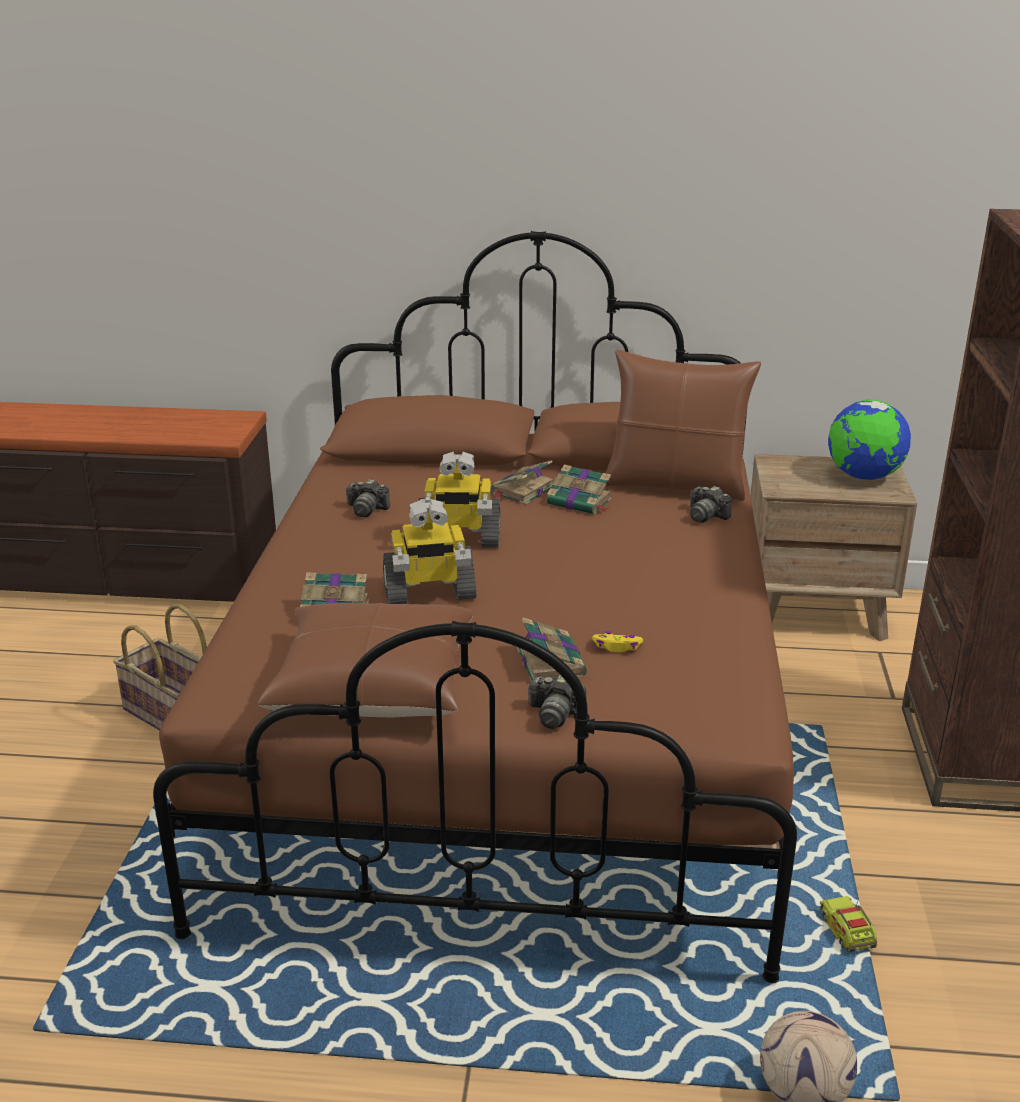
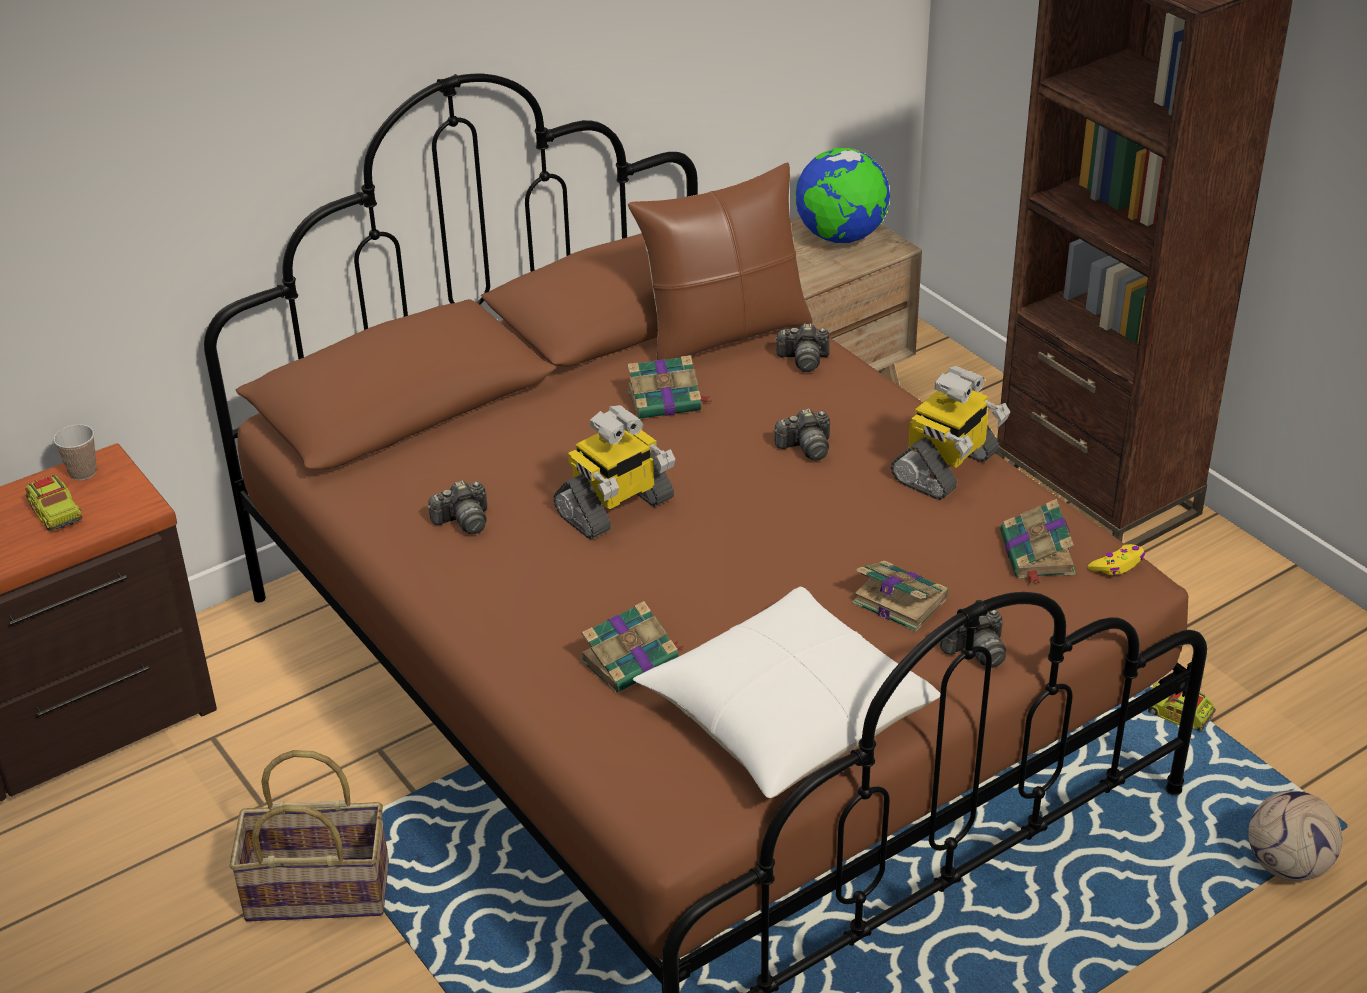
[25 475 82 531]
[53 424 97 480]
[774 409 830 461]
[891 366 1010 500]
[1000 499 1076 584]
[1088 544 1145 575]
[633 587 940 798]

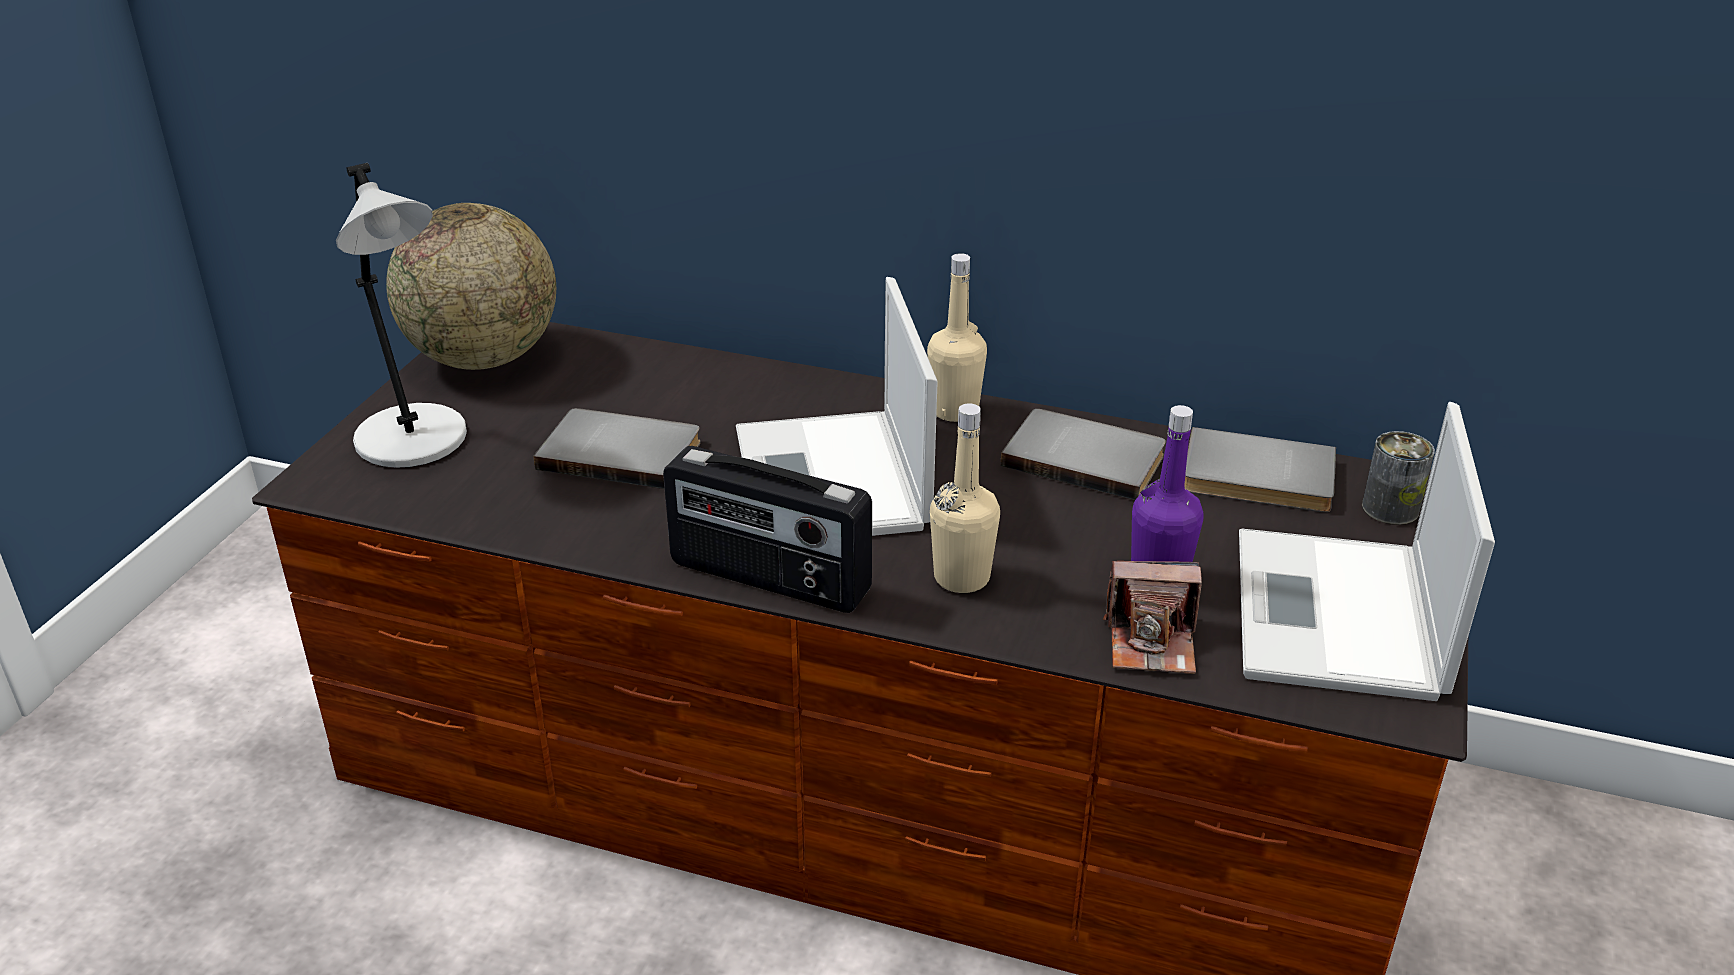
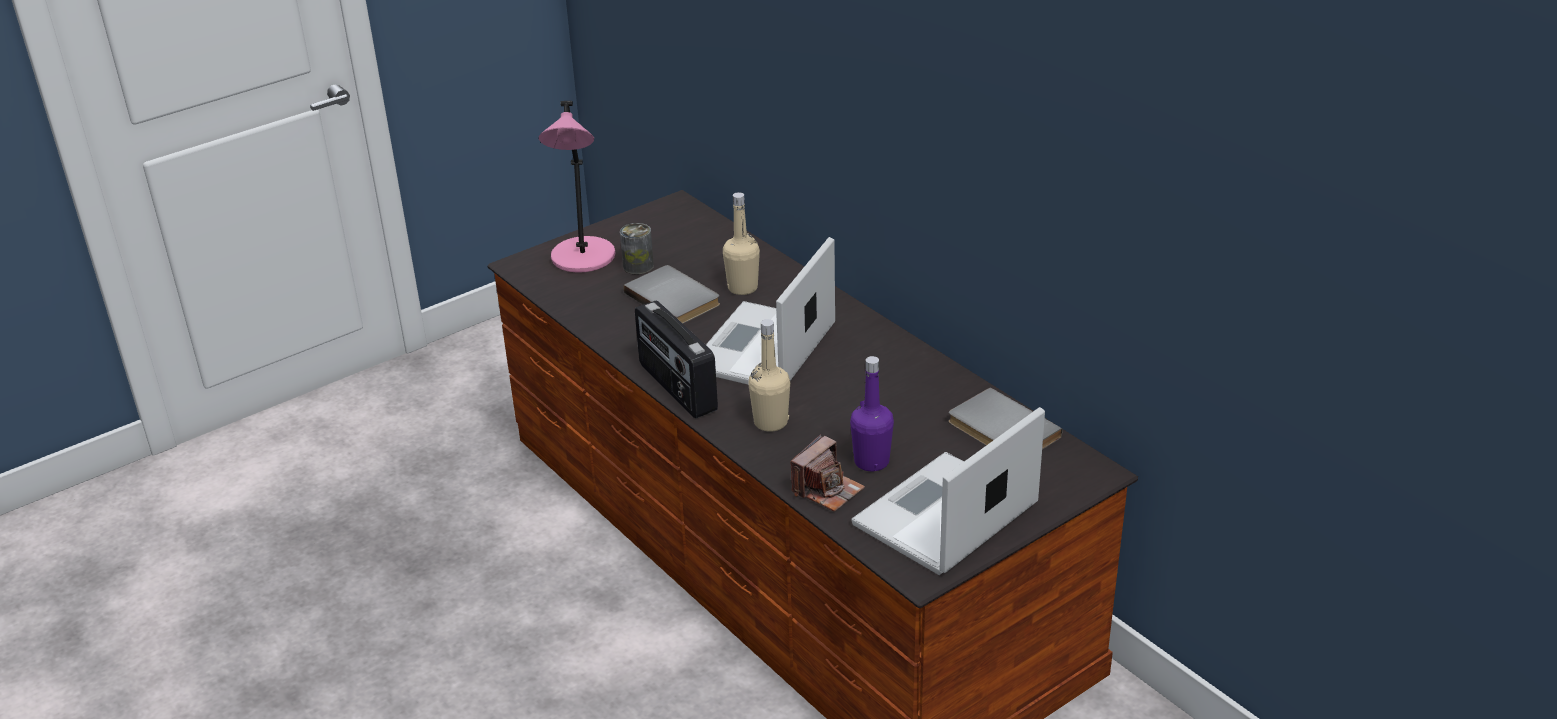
[386 203 556 370] (first image)
[1001 409 1166 500] (first image)
[723 192 760 295]
[620 223 654 275]
[539 101 615 273]
[791 435 865 512]

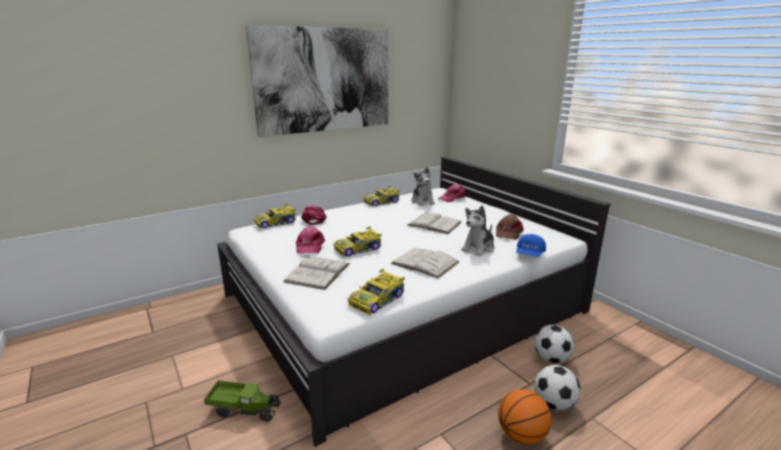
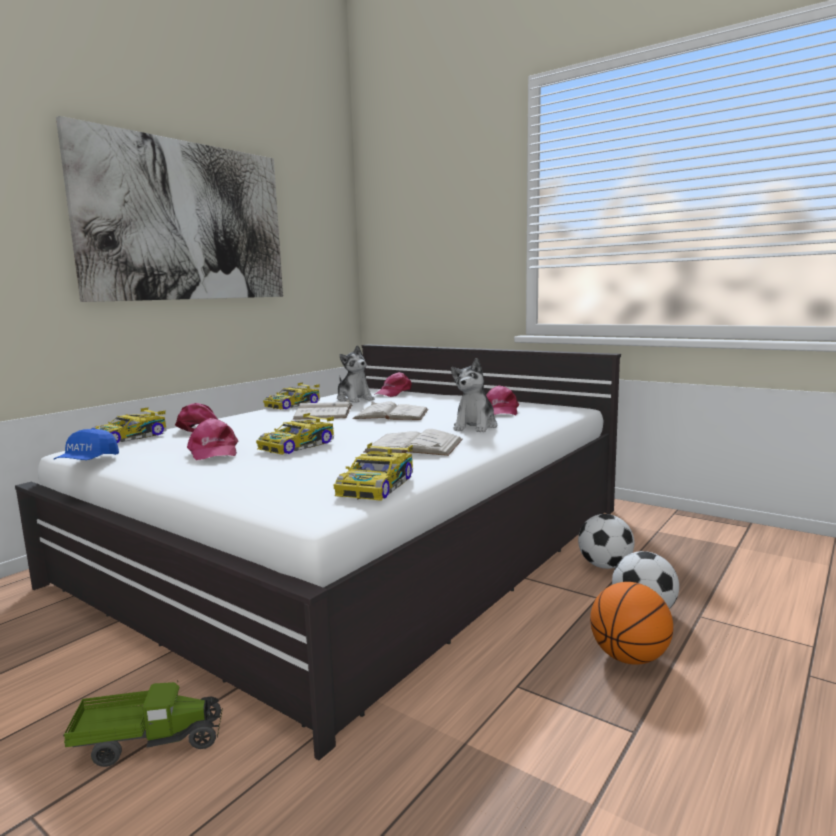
[293 399 352 420]
[54 428 119 460]
[486 385 519 415]

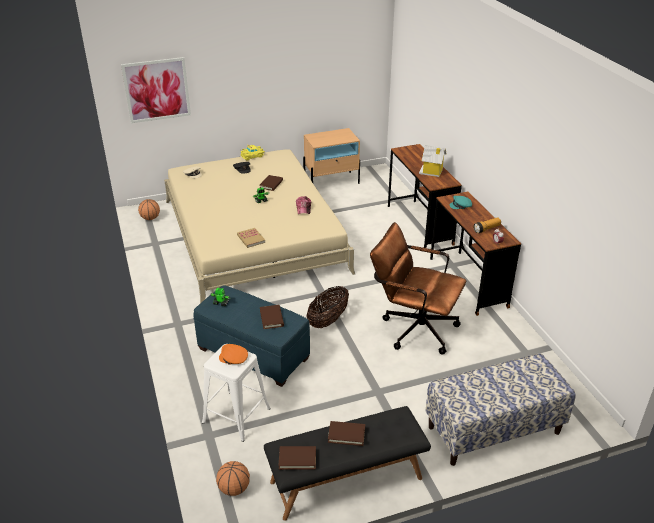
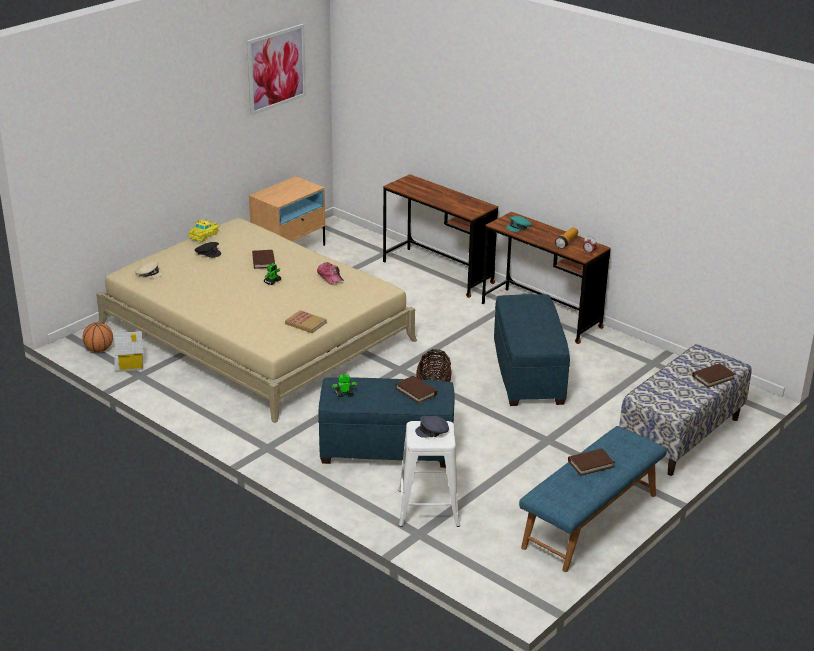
[216 461 250 496] (first image)
[247 24 306 115]
[692 363 735 388]
[114 331 144 372]
[494 294 570 406]
[415 416 449 438]
[519 426 667 572]

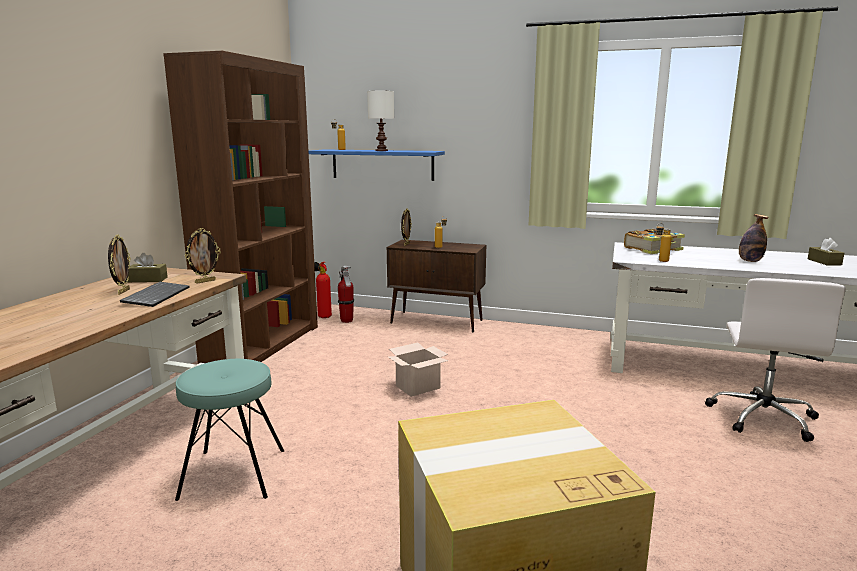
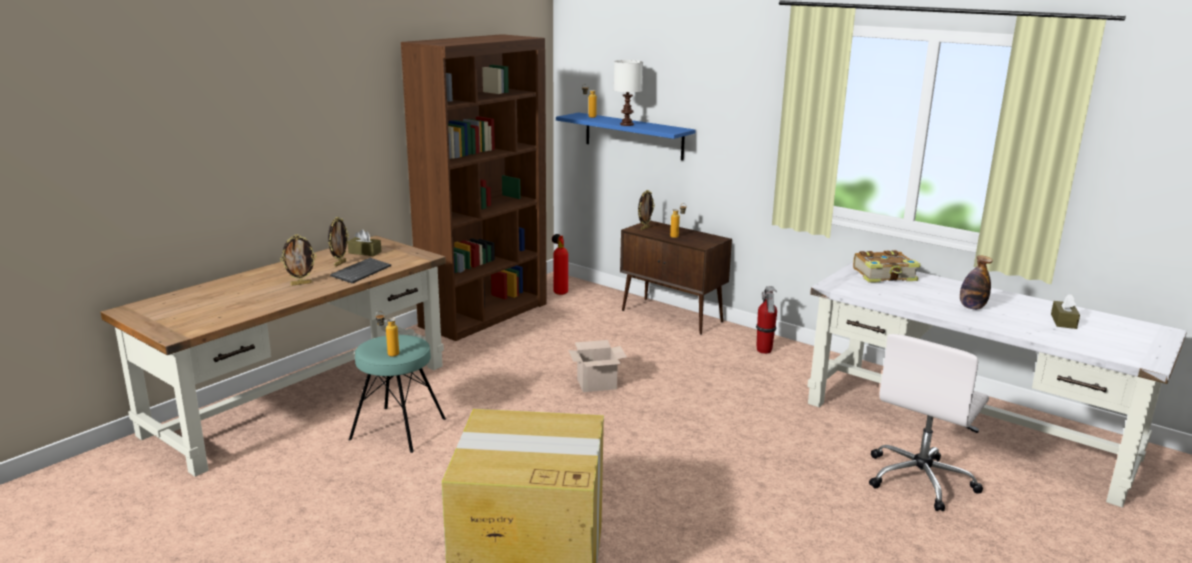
[280 235 317 285]
[756 286 777 354]
[375 312 399 357]

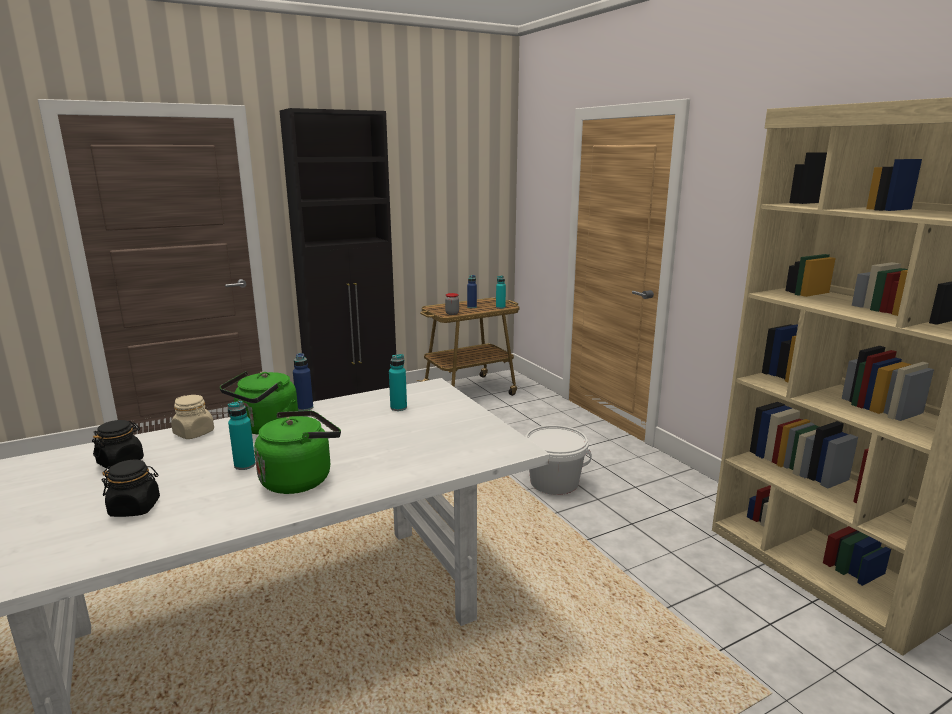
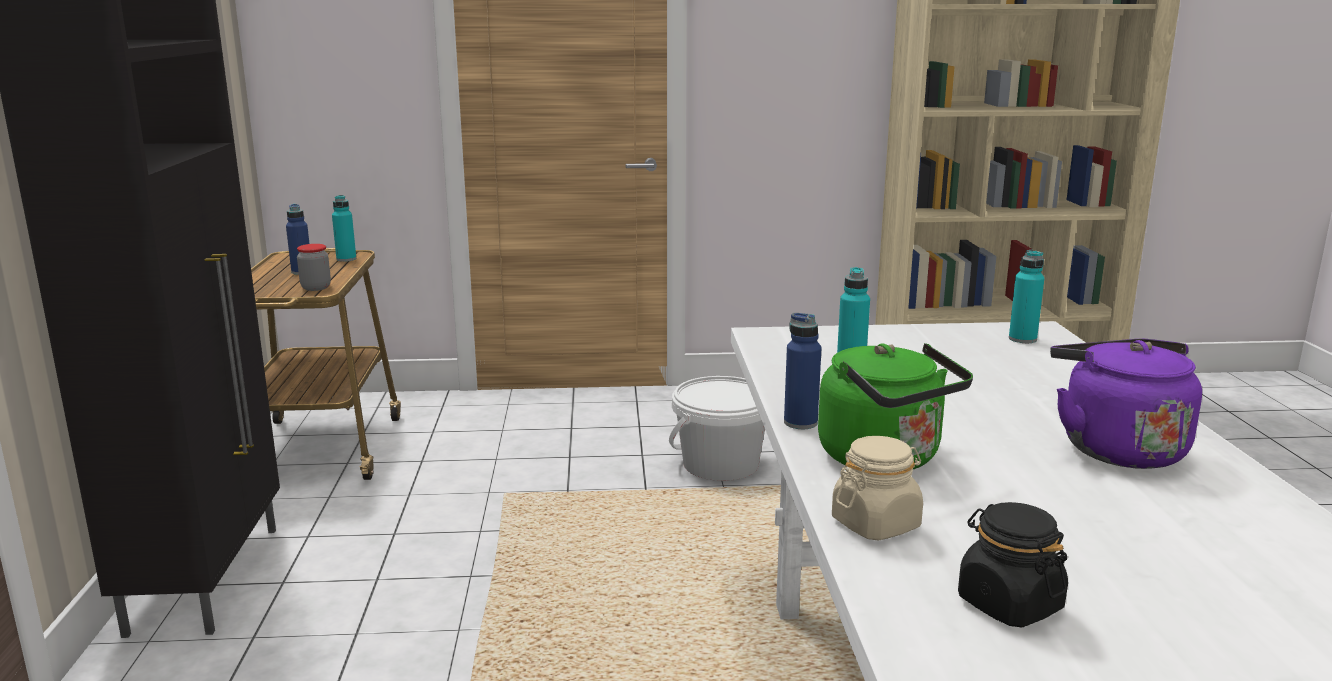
[102 459 160 517] (first image)
[1009 250 1044 343]
[1050 339 1202 469]

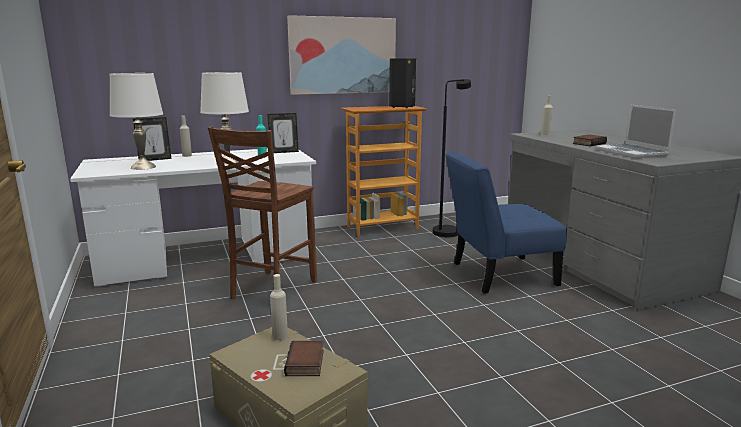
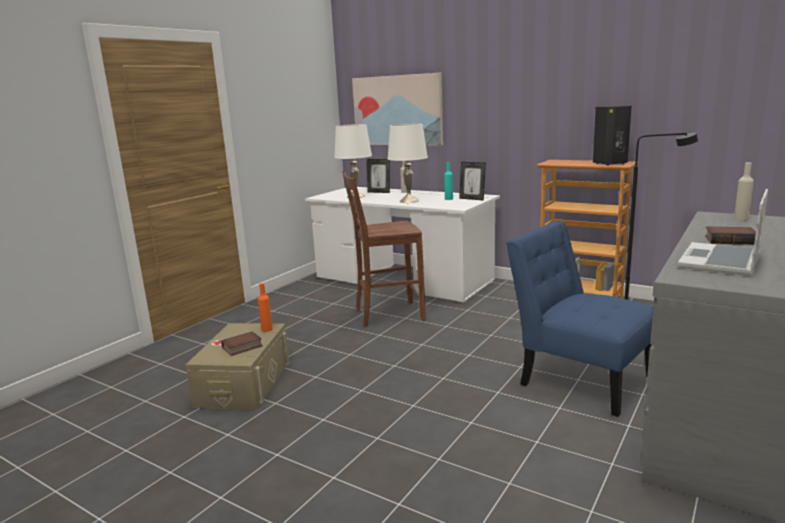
[352 73 443 146]
[258 283 273 332]

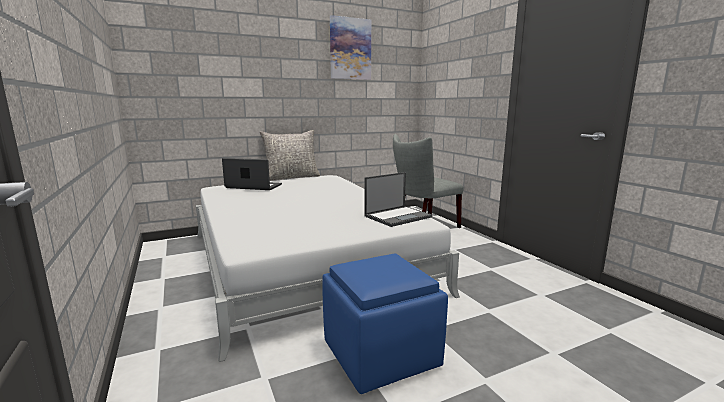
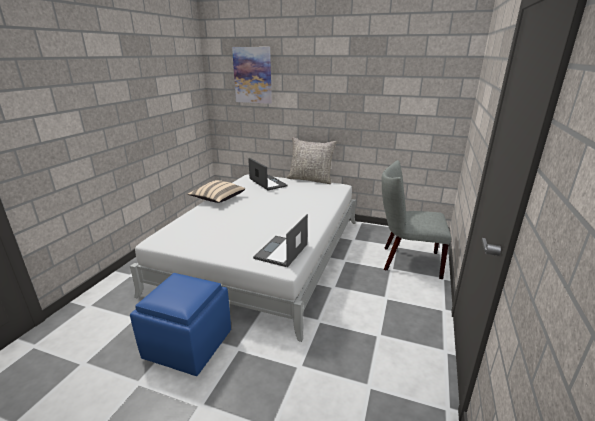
[188 180 245 203]
[232 47 272 104]
[253 214 308 267]

